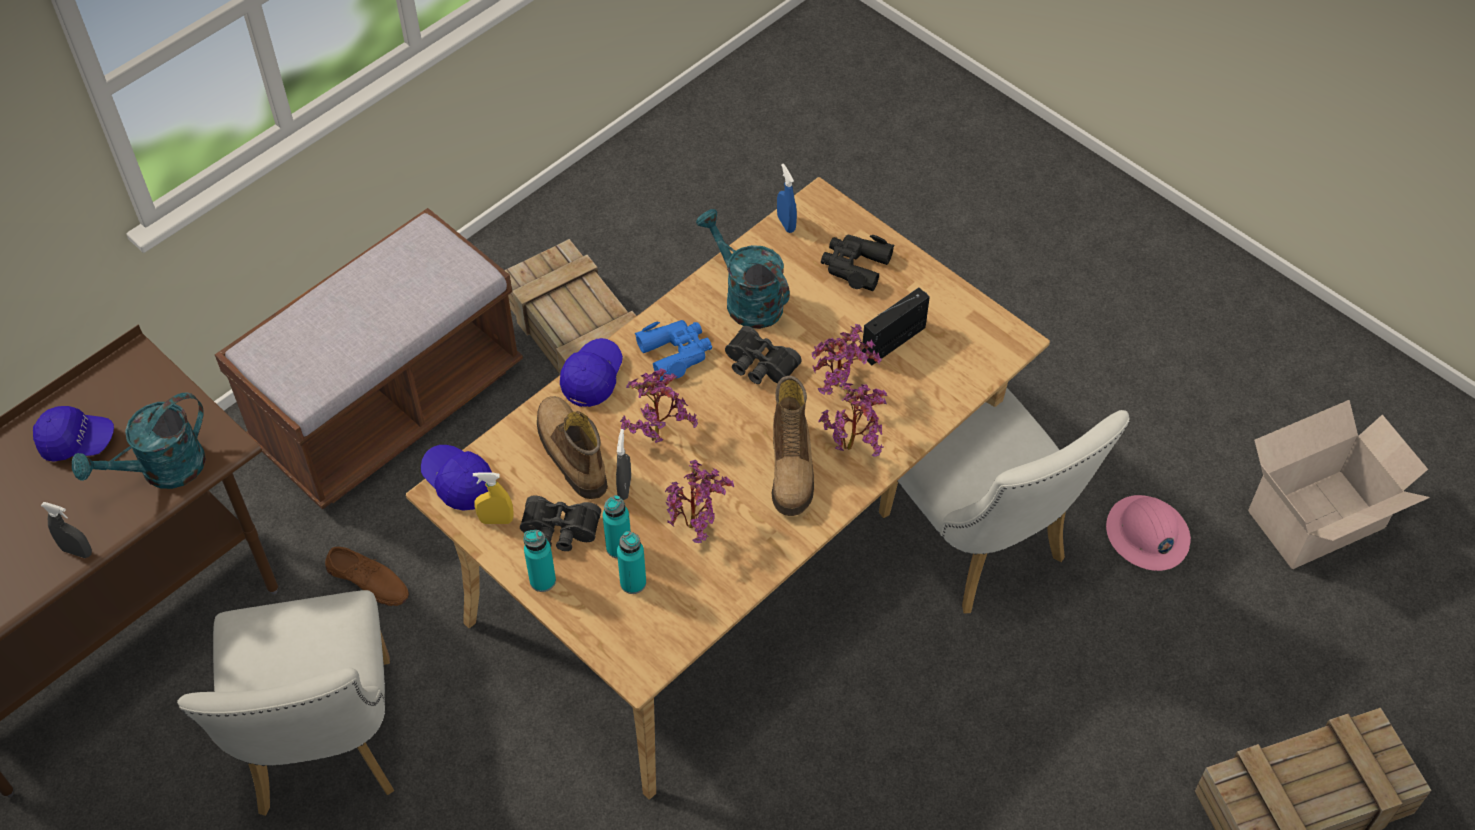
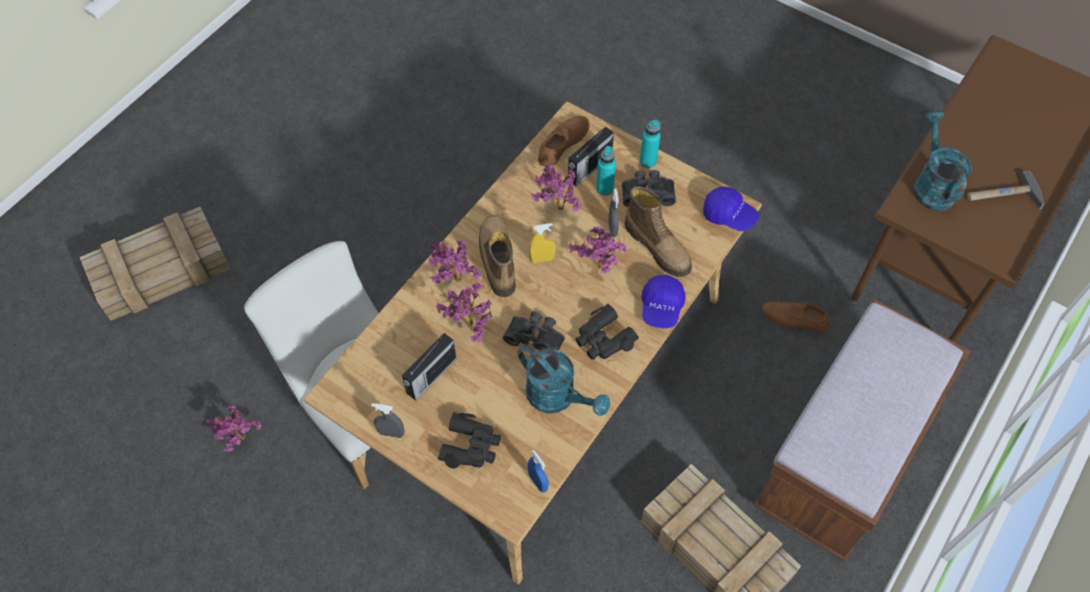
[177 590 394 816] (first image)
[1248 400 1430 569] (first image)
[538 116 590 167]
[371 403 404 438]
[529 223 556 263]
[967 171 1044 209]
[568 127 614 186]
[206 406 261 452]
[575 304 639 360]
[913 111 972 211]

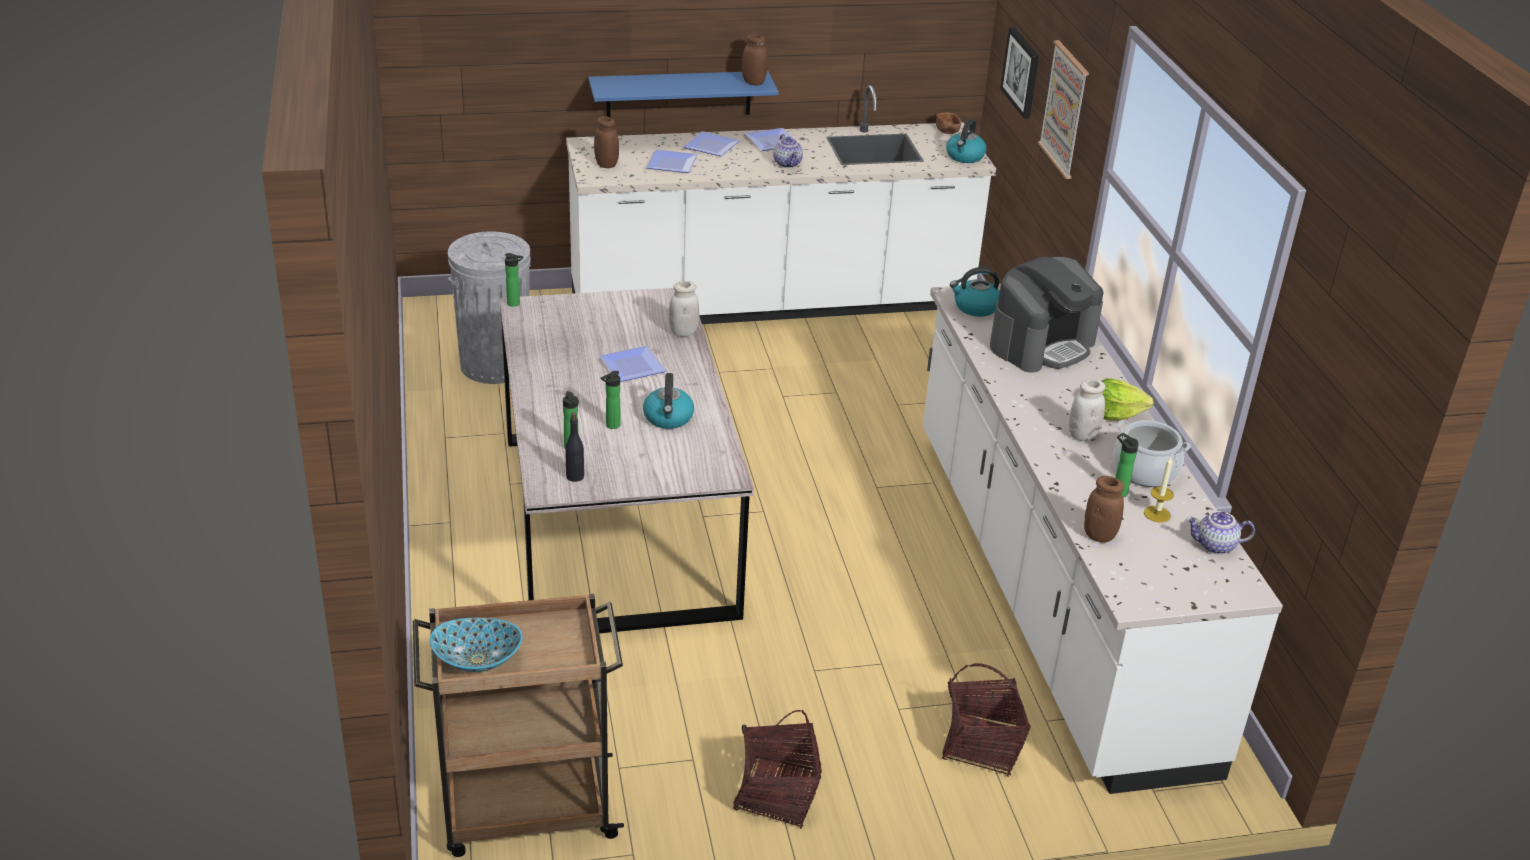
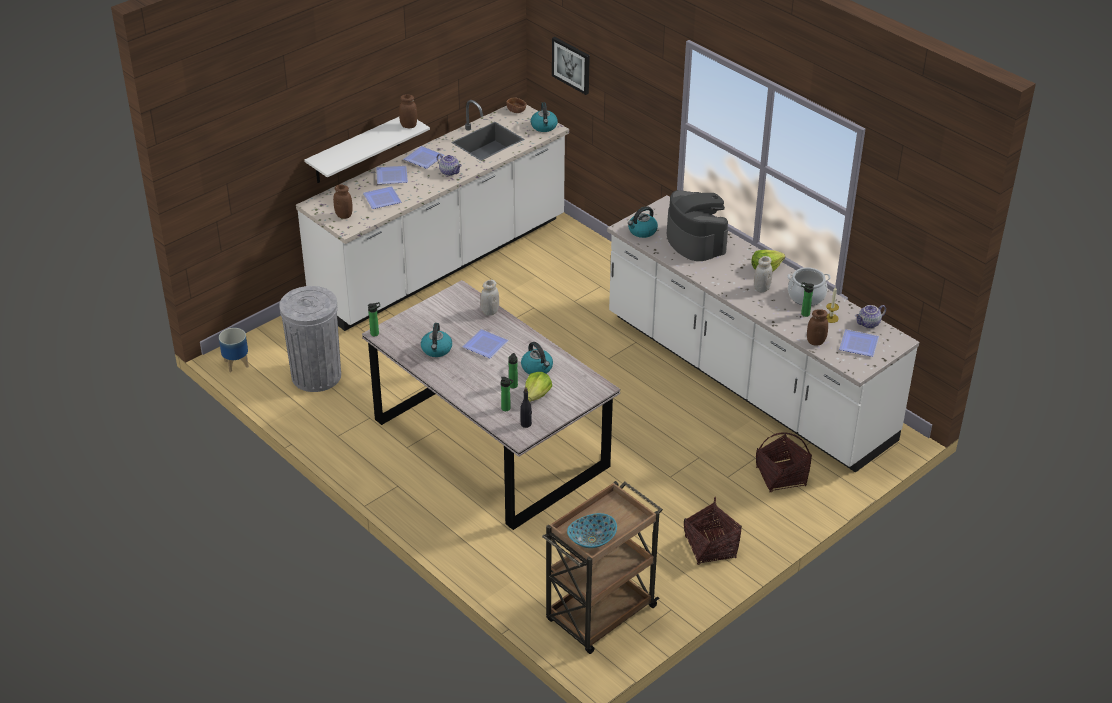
[1038 40 1089 179] (first image)
[219 328 249 372]
[421 323 452 357]
[525 372 552 402]
[839 329 879 357]
[304 117 430 183]
[667 190 728 261]

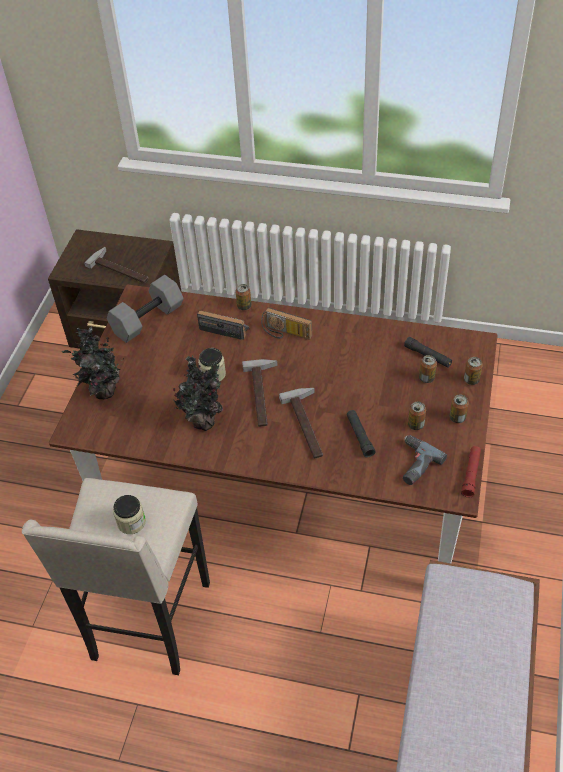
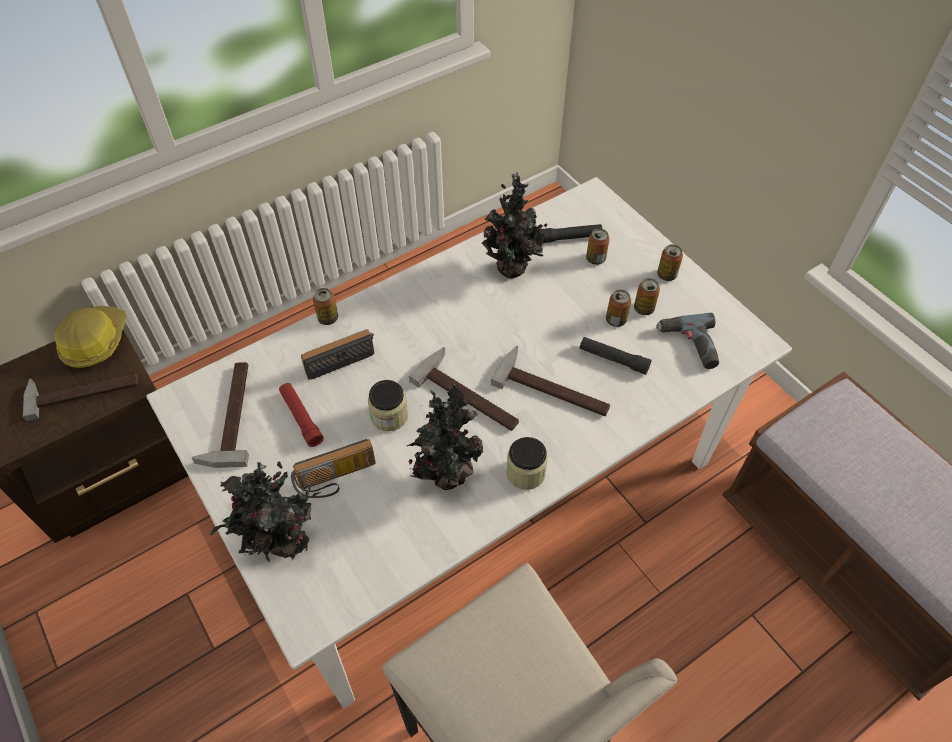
[55 306 127 368]
[482 173 548 278]
[506 437 548 490]
[291 439 376 498]
[279 383 324 447]
[606 290 631 327]
[192 362 249 468]
[146 177 792 708]

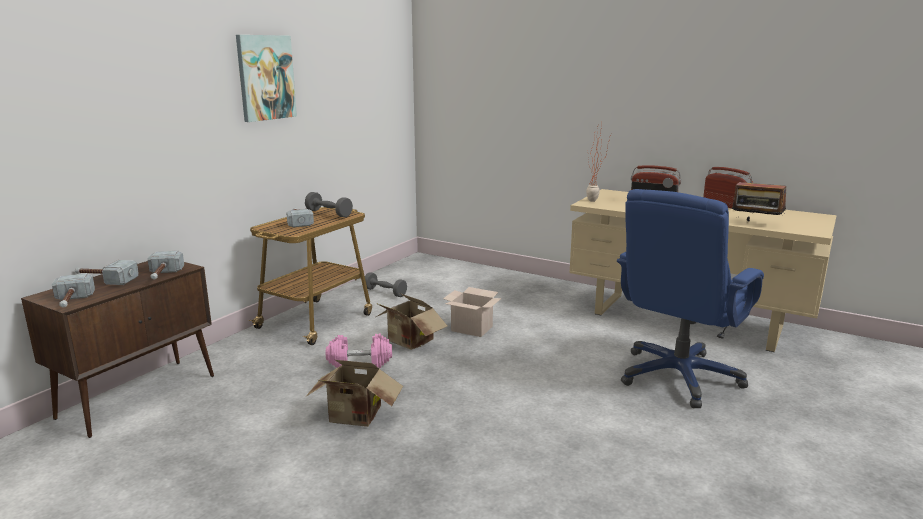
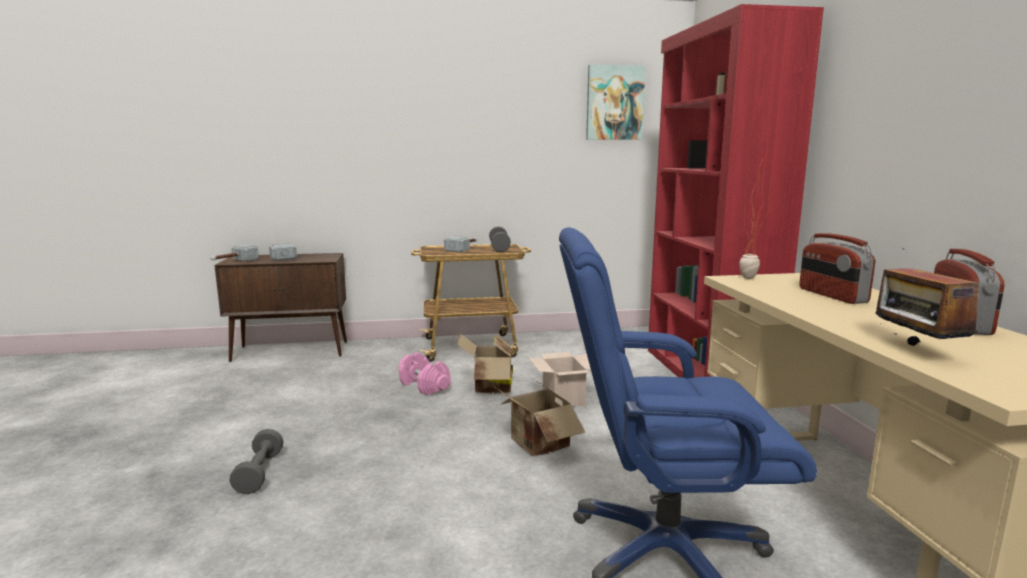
[147 251 184 280] (first image)
[648 4 824 378]
[586 64 646 140]
[493 378 585 456]
[229 429 283 494]

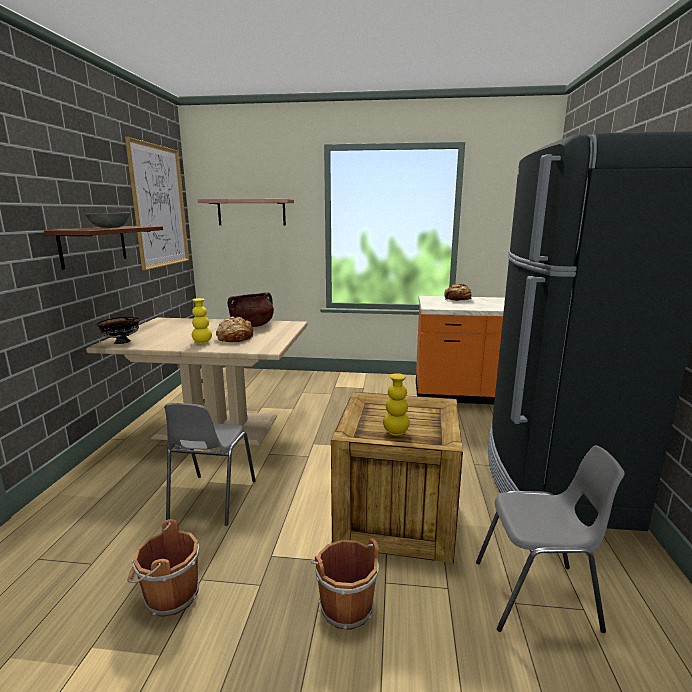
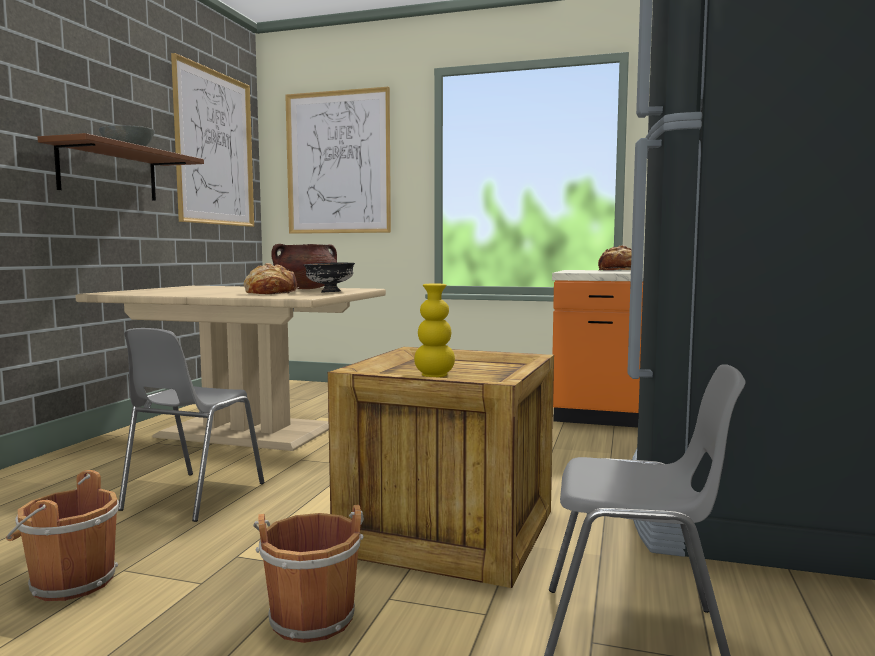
[192 298 212 344] (first image)
[304 262 355 292]
[285 87 391 234]

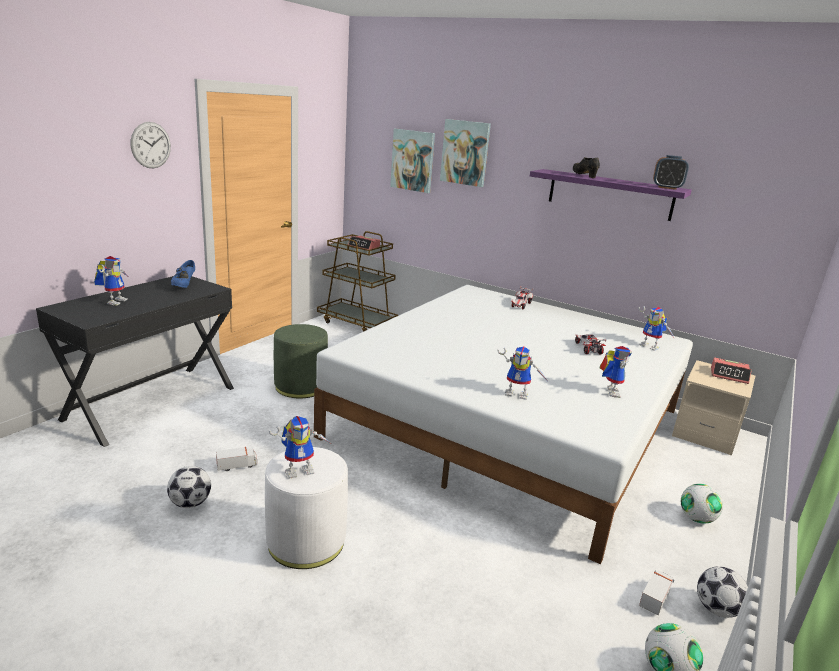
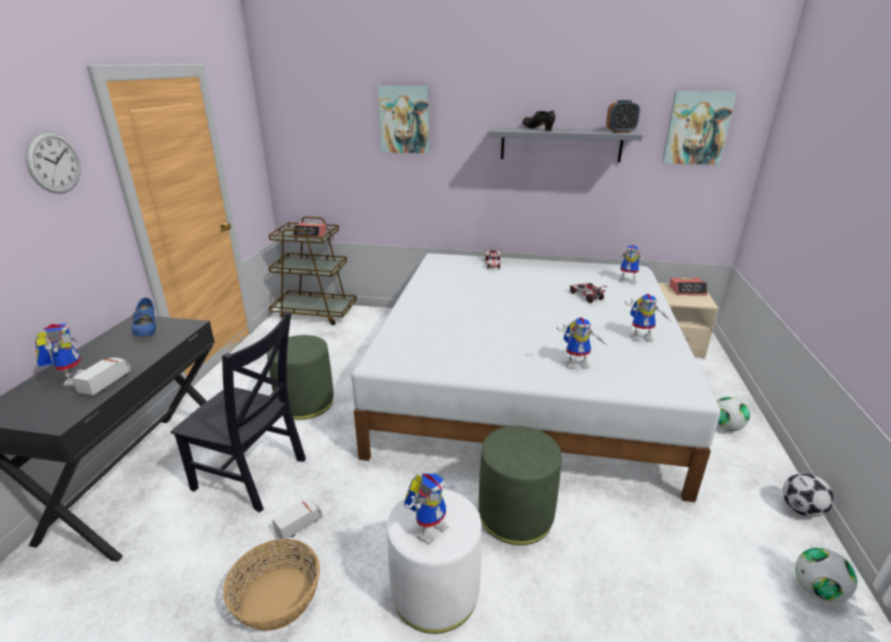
[171 312 306 513]
[479 426 562 545]
[662 91 737 165]
[72 357 131 396]
[223 539 320 631]
[487 127 643 162]
[625 294 670 342]

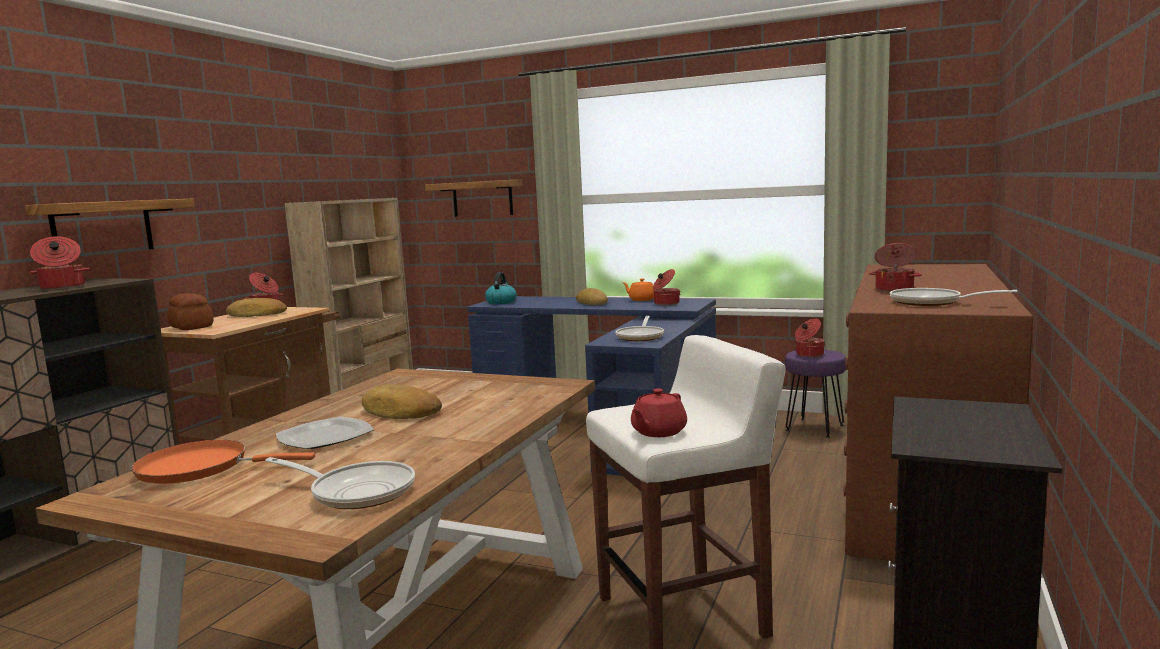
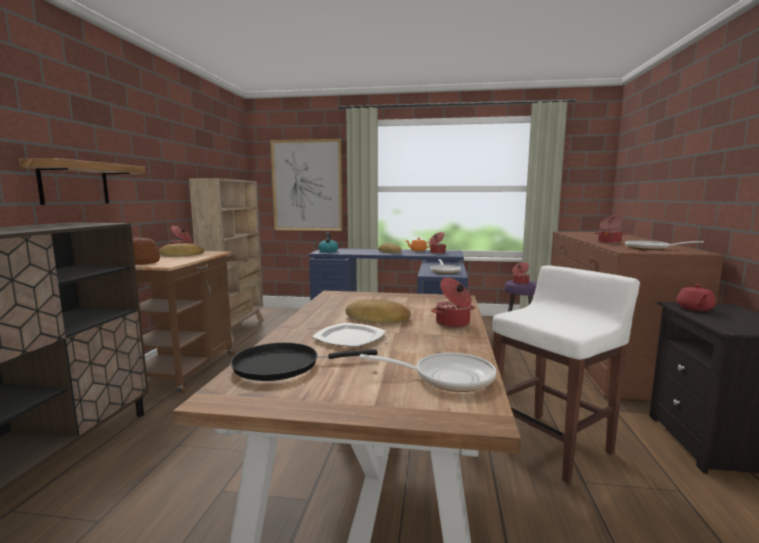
[431 278 475 328]
[676 284 716 311]
[270 139 342 231]
[231 343 378 381]

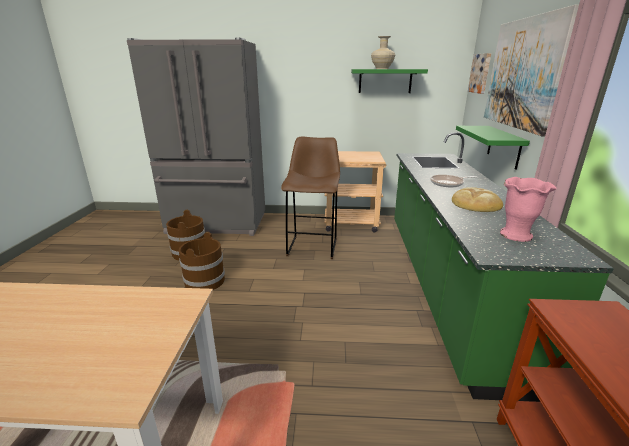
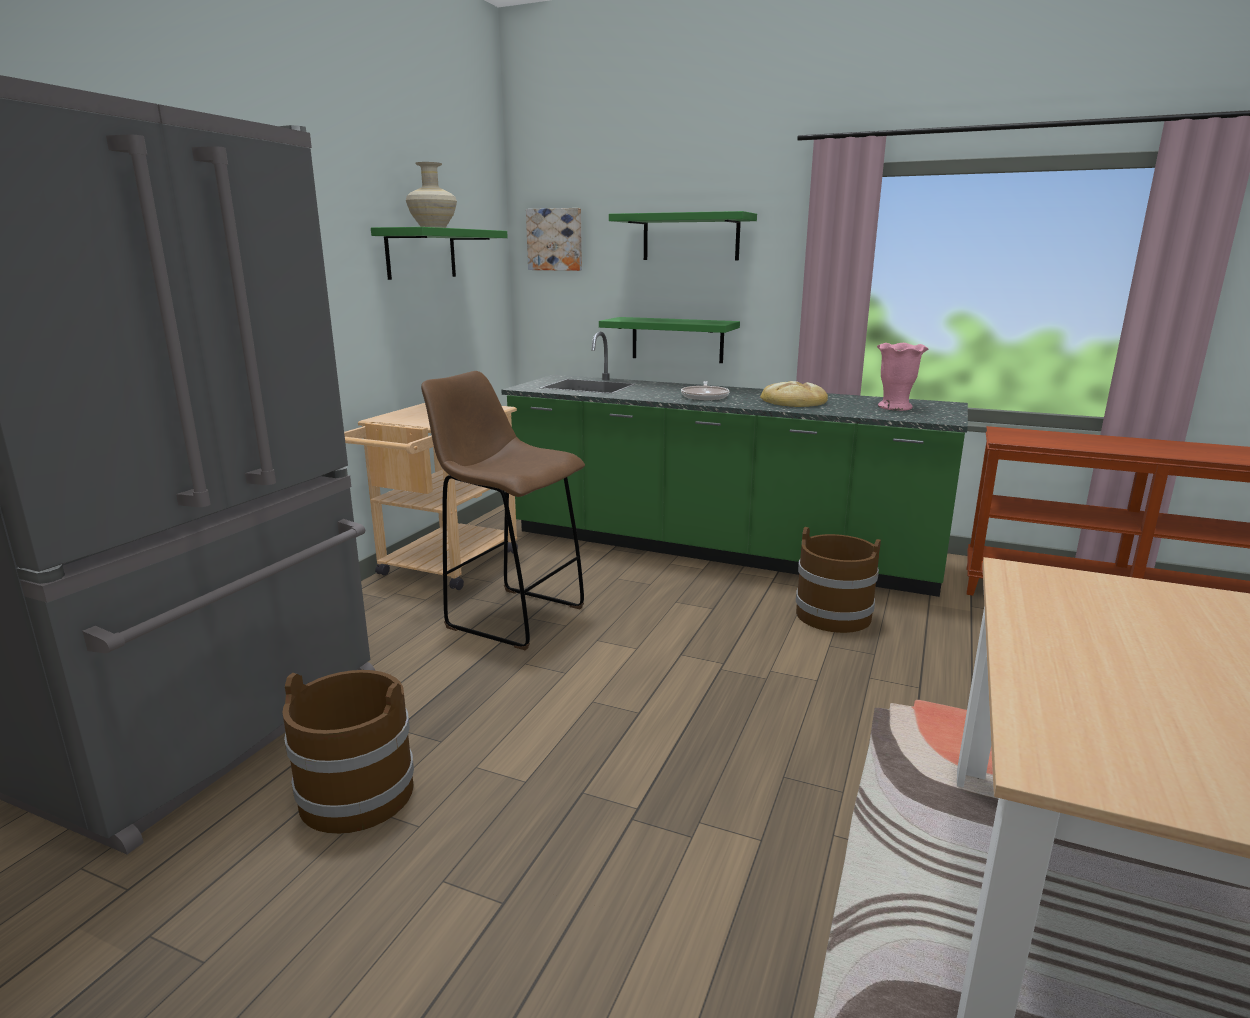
[796 527 881 633]
[609 211 757 261]

